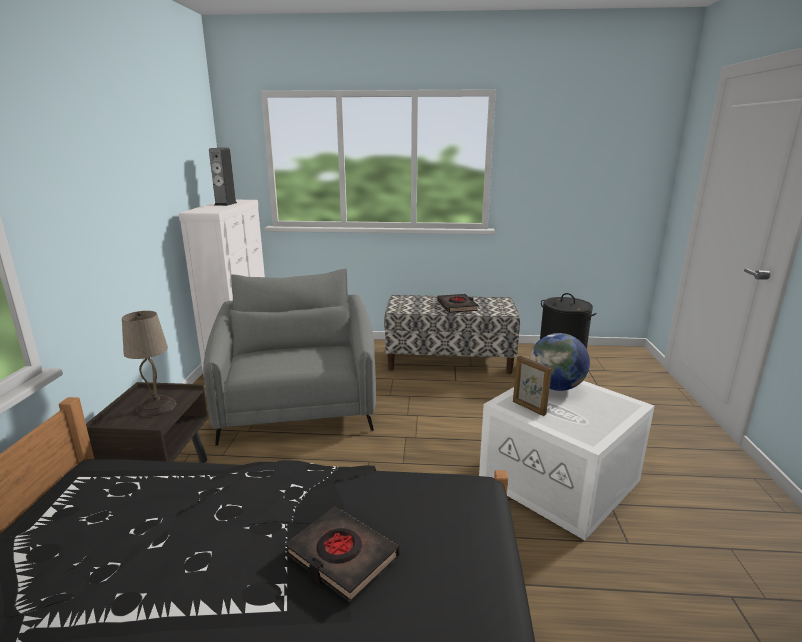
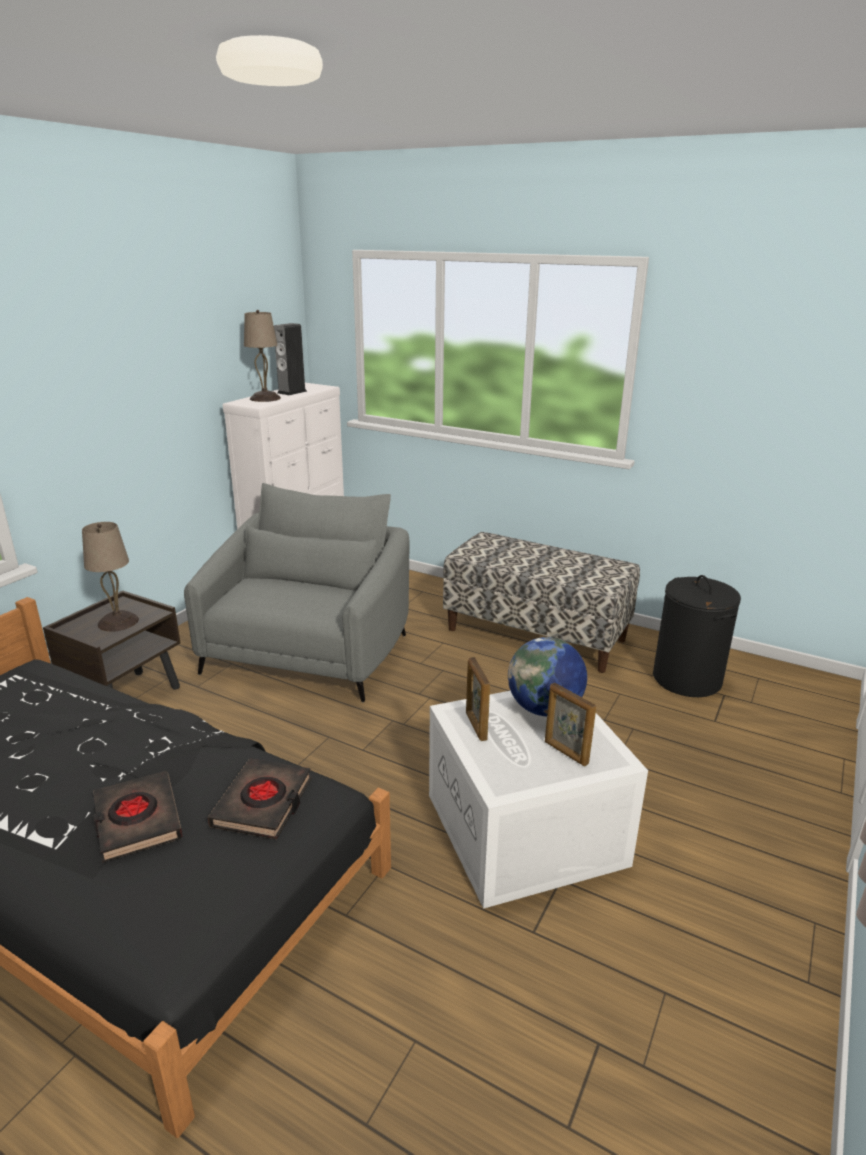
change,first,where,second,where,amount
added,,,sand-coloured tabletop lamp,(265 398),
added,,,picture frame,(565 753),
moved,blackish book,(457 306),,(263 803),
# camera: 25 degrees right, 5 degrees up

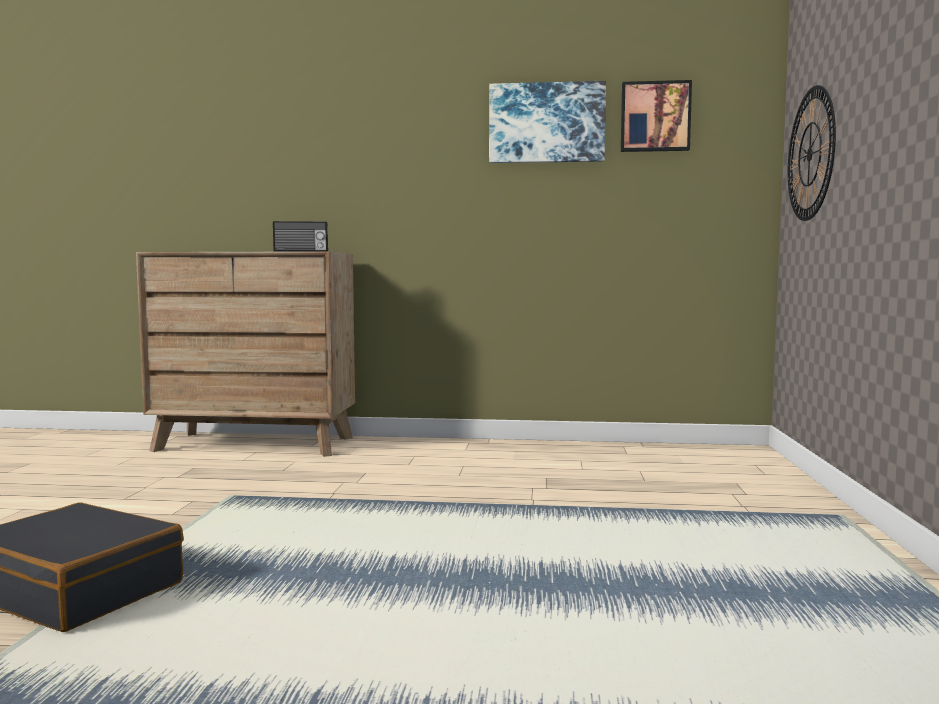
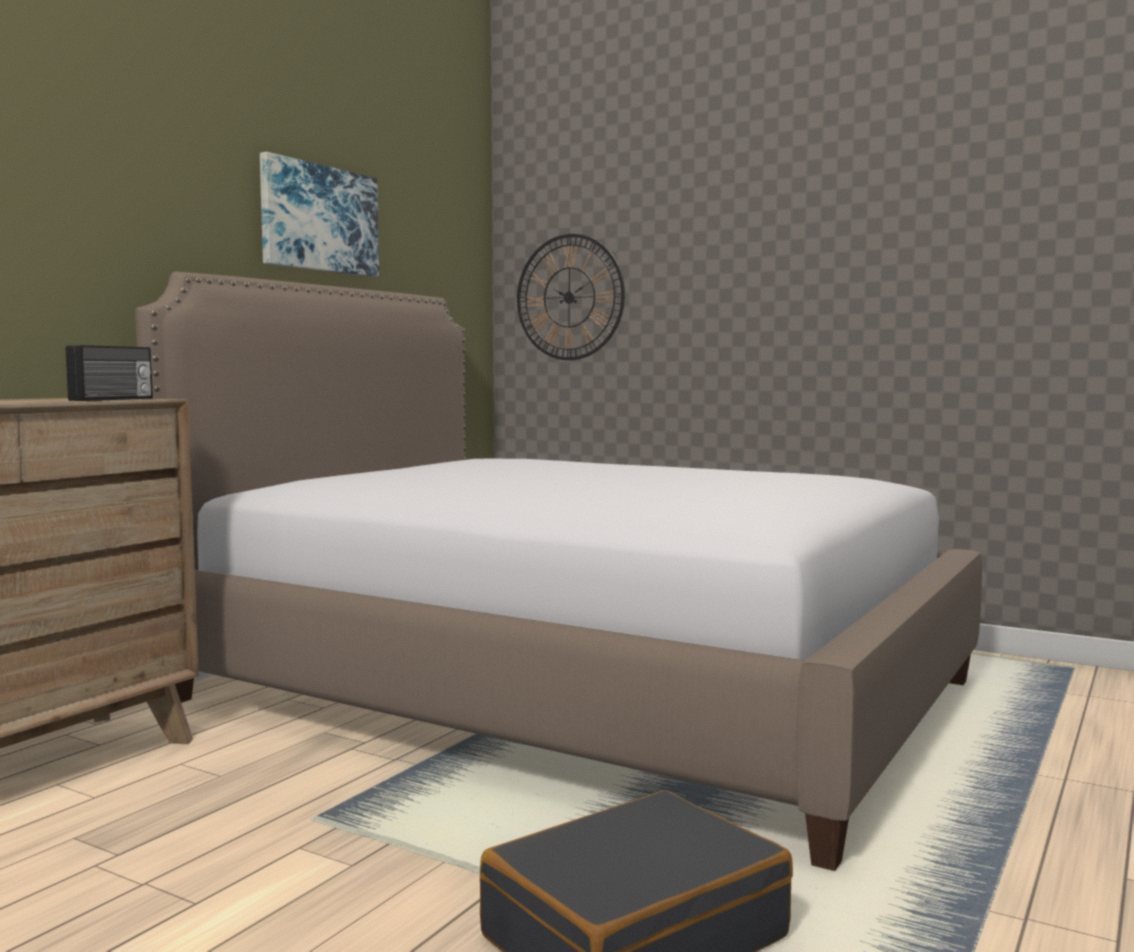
change,first,where,second,where,amount
removed,wall picture,(655 117),,,
added,,,bed,(574 691),
# camera: 65 degrees left, 0 degrees up

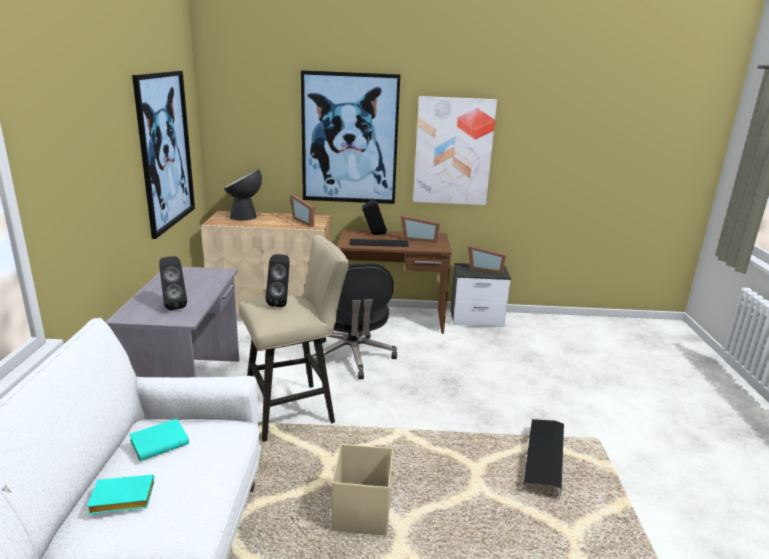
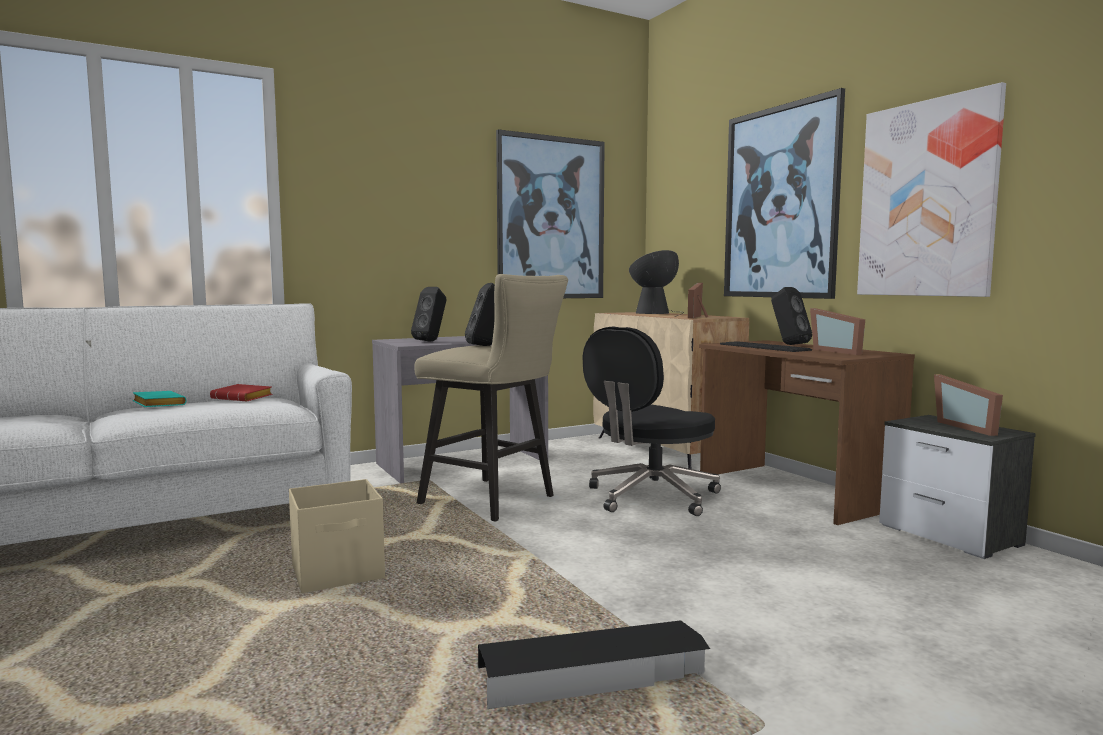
change,first,where,second,where,amount
recoloured,blue-green book,(161 442),reddish book,(244 398),
# camera: 60 degrees right, 15 degrees down

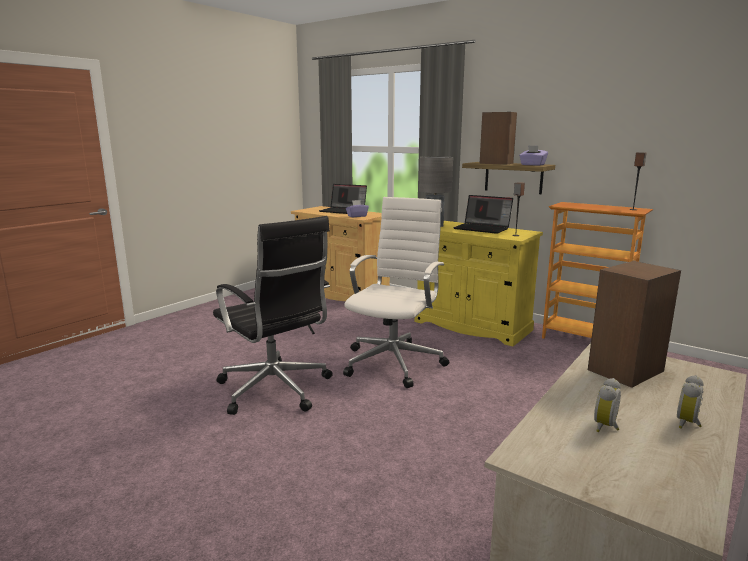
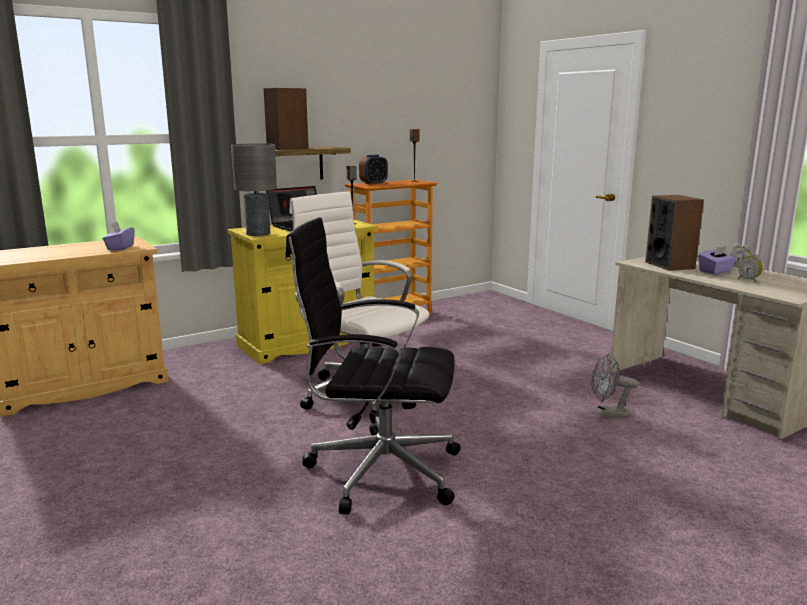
change,first,where,second,where,amount
removed,portable computer,(344 211),,,
added,,,bedside clock,(373 183),
added,,,greyish electric fan,(608 414),
moved,purplish tissue box,(532 165),,(715 271),
turned,blackish desk chair,(276 390),,(379 471),150 degrees counterclockwise
# camera: 70 degrees left, 0 degrees up

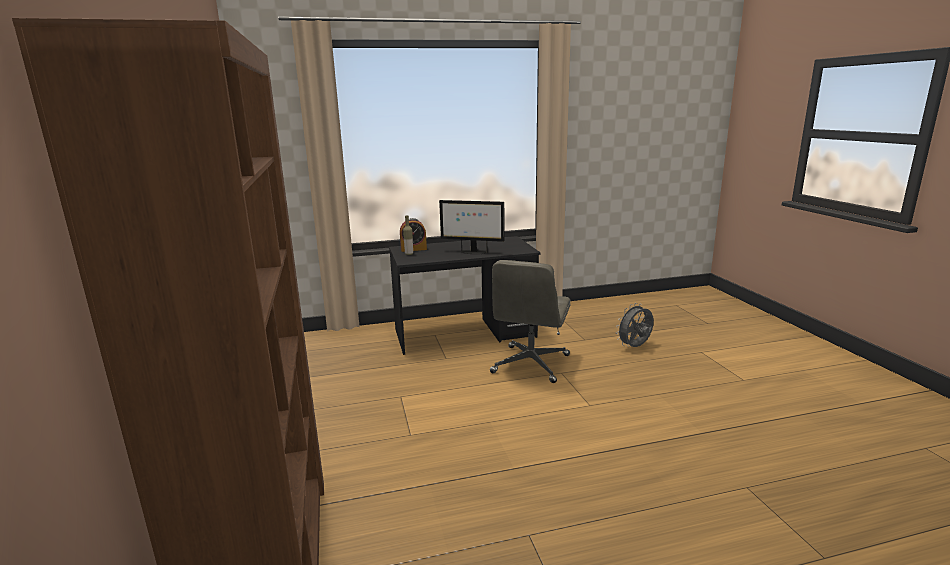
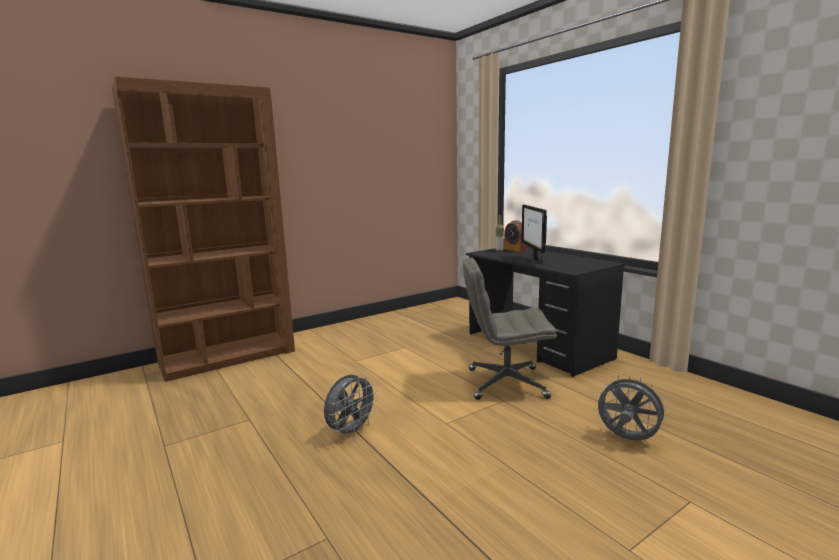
change,first,where,second,where,amount
added,,,greyish electric fan,(351 432),
# camera: 70 degrees right, 5 degrees down

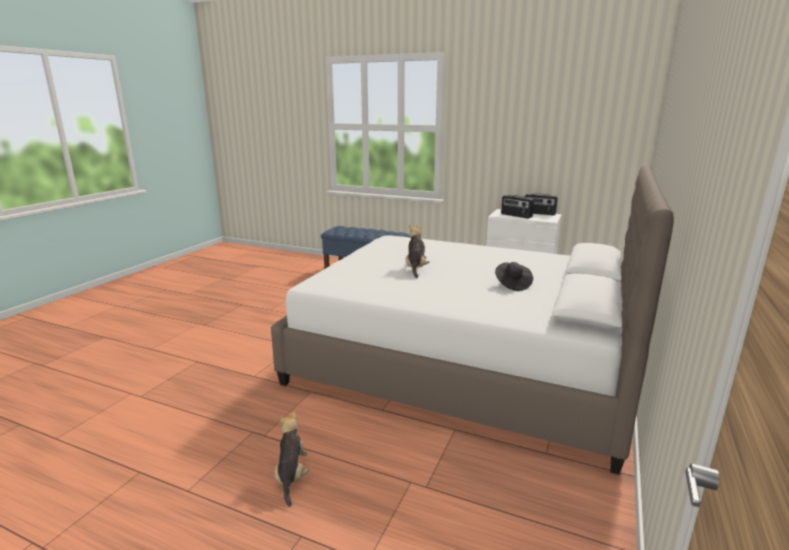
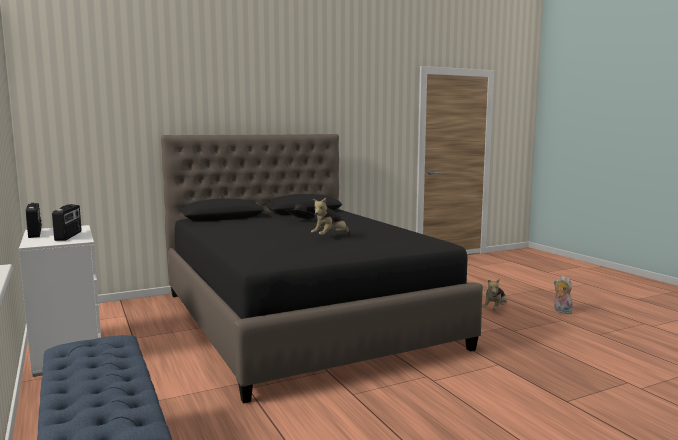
change,first,where,second,where,amount
added,,,soft toy,(561 311),
recoloured,whitish bed,(463 362),blackish bed,(303 319),
# camera: 140 degrees left, 10 degrees down

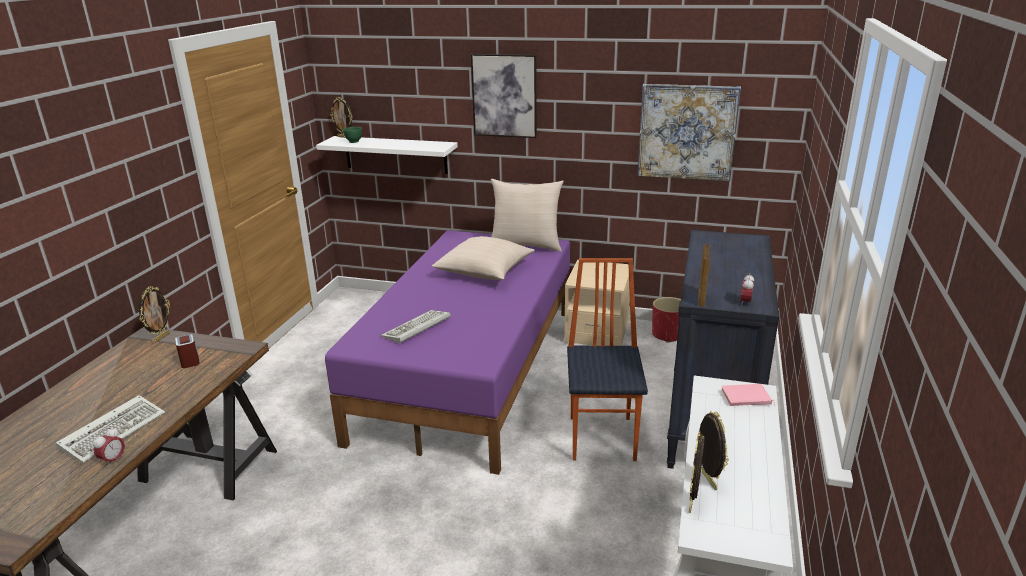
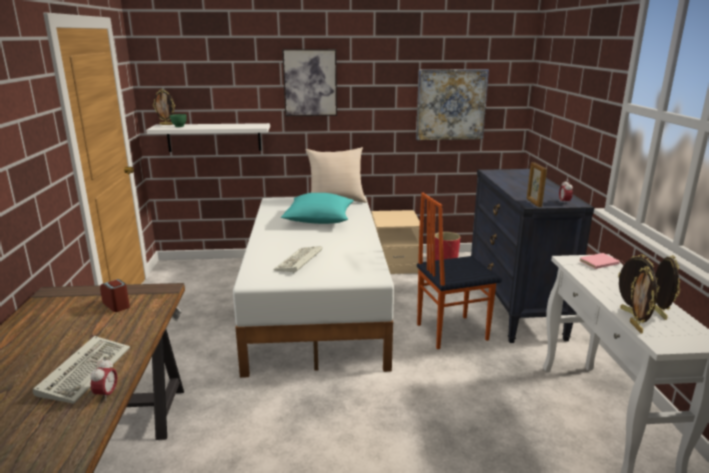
change,first,where,second,where,amount
moved,picture frame,(161 338),,(659 314),
recoloured,purplish bed,(472 370),whitish bed,(317 303),
recoloured,sand-coloured pillow,(484 271),blue-green pillow,(319 220),
turned,chair,(603 437),,(450 331),90 degrees counterclockwise
# camera: 20 degrees left, 5 degrees down

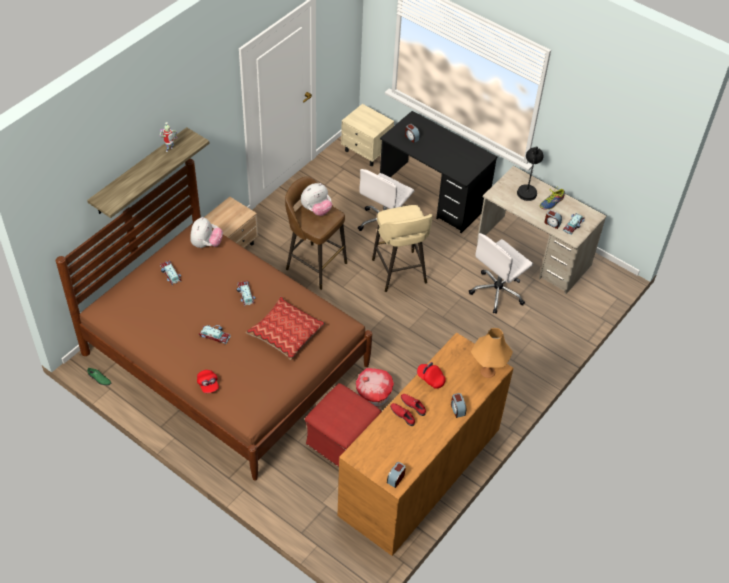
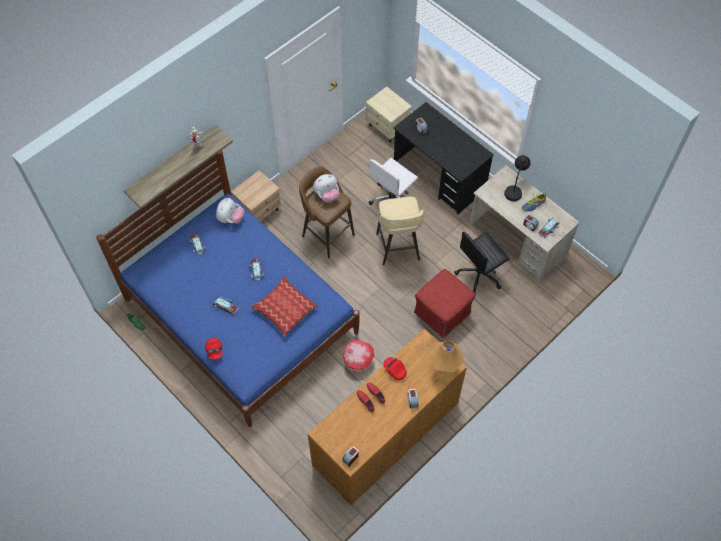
change,first,where,second,where,amount
moved,reddish ottoman,(342 440),,(442 312),
recoloured,brown-coloured bed,(226 359),bluish bed,(241 315),
recoloured,whitish desk chair,(497 292),blackish desk chair,(479 274),
# camera: 10 degrees right, 10 degrees up

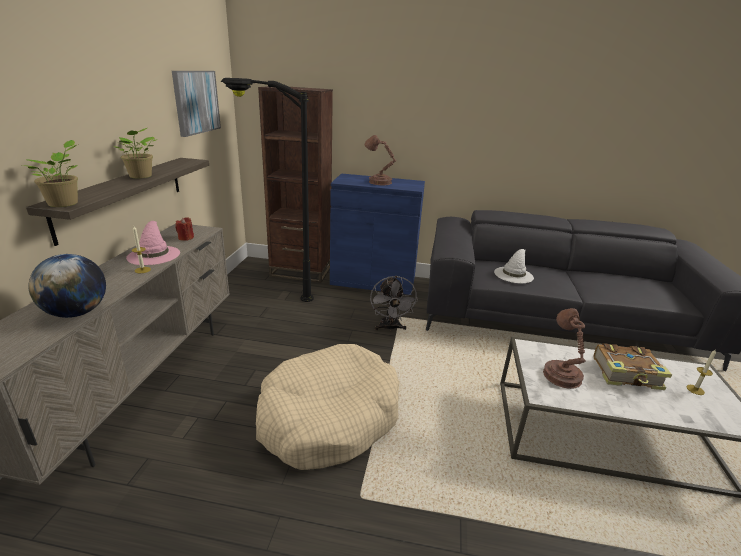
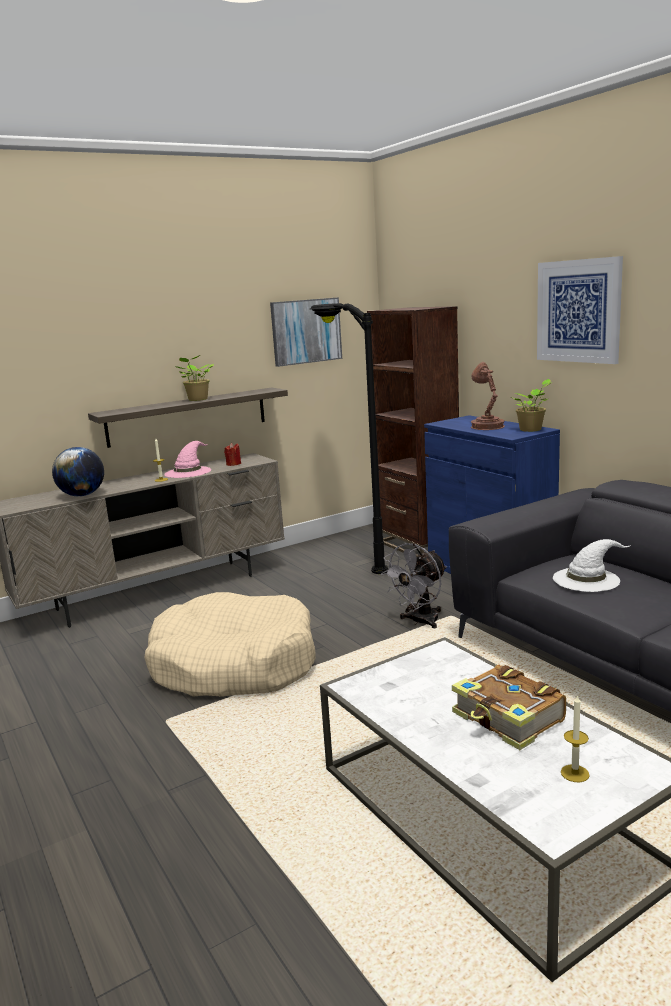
change,first,where,second,where,amount
removed,brown-coloured tabletop lamp,(560 374),,,
added,,,wall picture,(578 311),
moved,plant in a pot,(65 204),,(532 430),
# camera: 50 degrees right, 10 degrees down

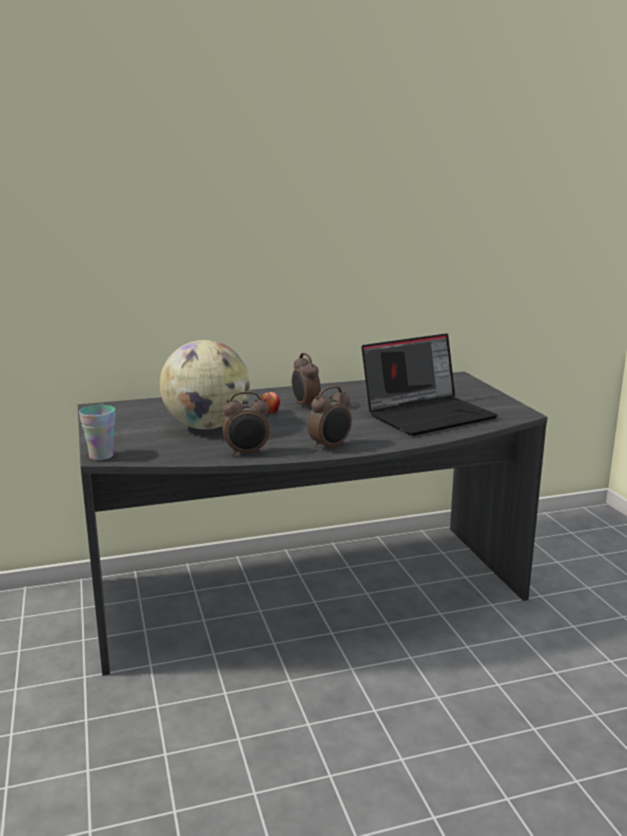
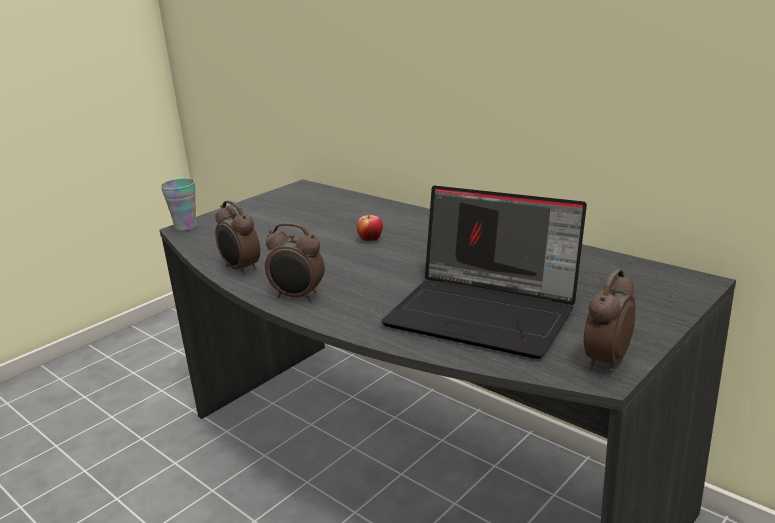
change,first,where,second,where,amount
removed,globe,(207 426),,,
moved,bedside clock,(305 406),,(605 361),
# camera: 60 degrees right, 5 degrees up

